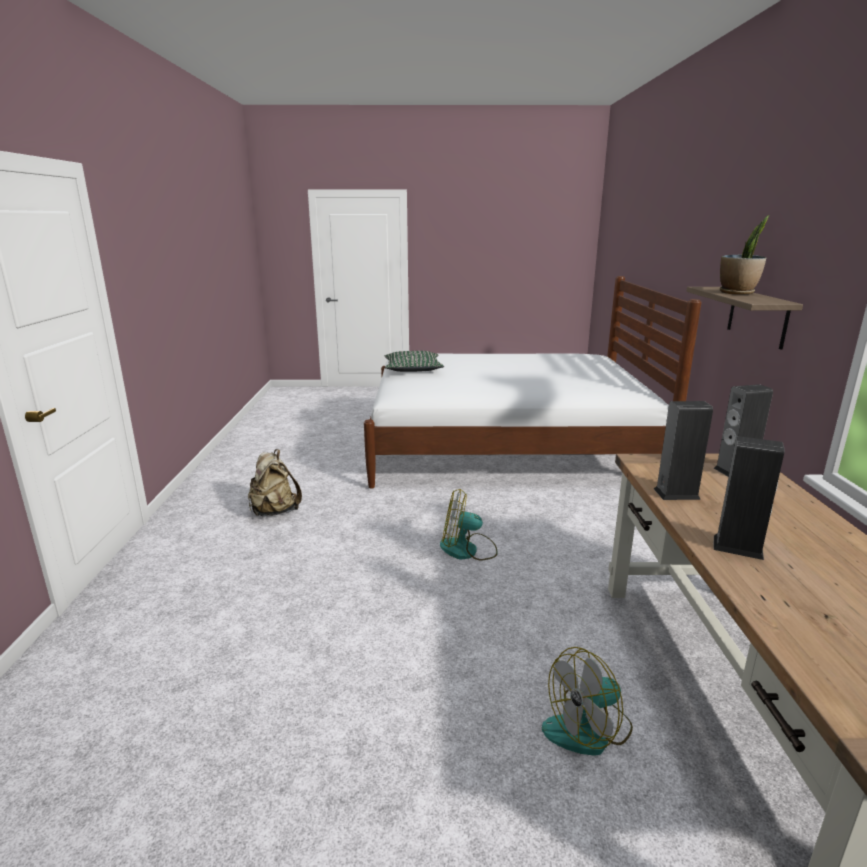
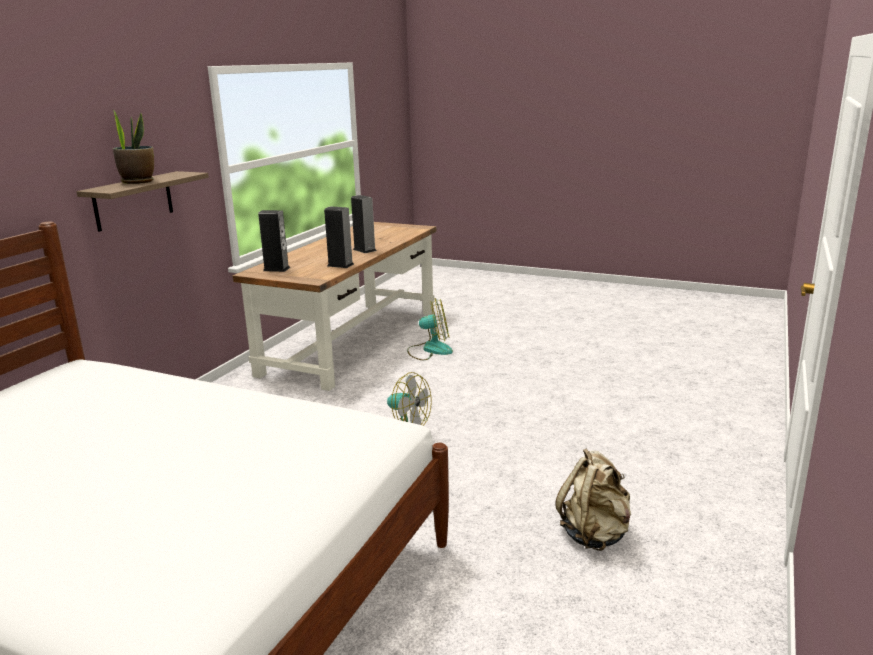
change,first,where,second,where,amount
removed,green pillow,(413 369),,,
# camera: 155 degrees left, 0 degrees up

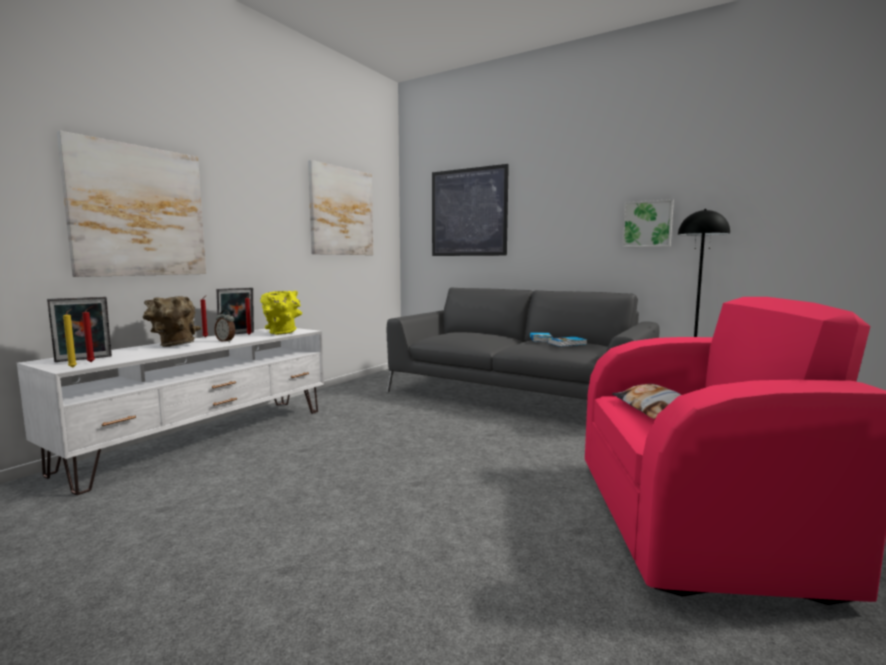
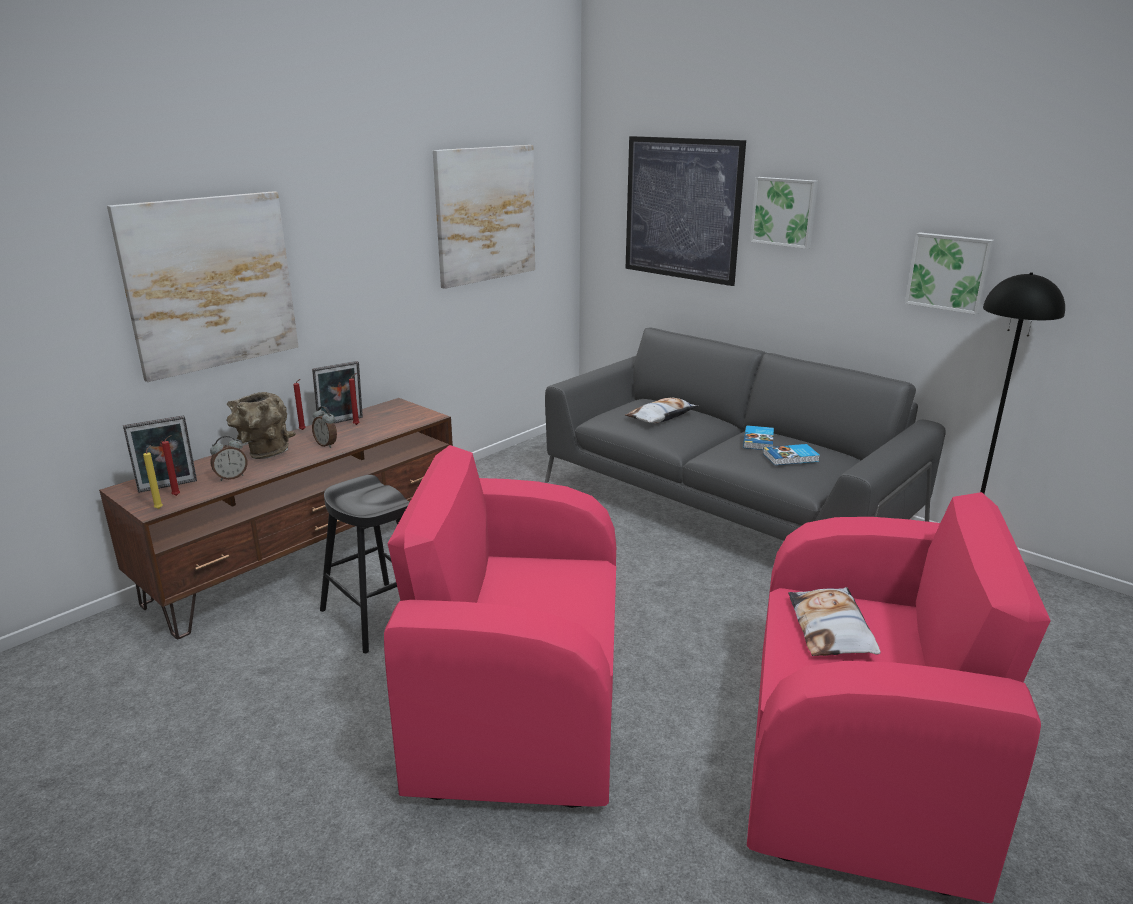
change,first,where,second,where,amount
removed,yellowish decorative vase,(282 333),,,
added,,,bedside clock,(231 477),
added,,,blackish sitting stool,(377 616),
added,,,pinkish armchair,(518 702),
added,,,pillow,(661 417),
added,,,wall picture,(784 212),
recoloured,whitish media console,(206 438),brown-coloured media console,(309 557),
# camera: 10 degrees right, 15 degrees up

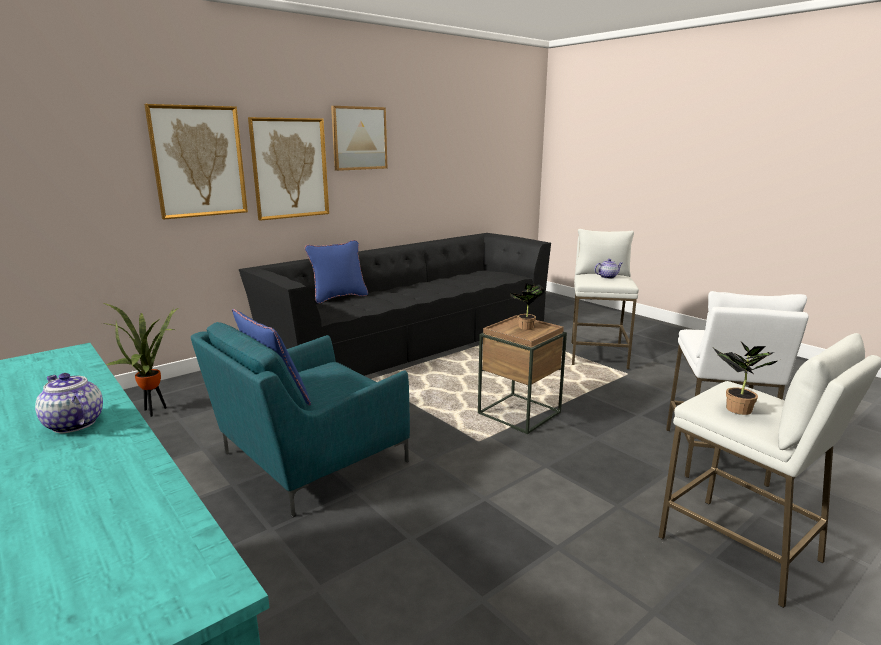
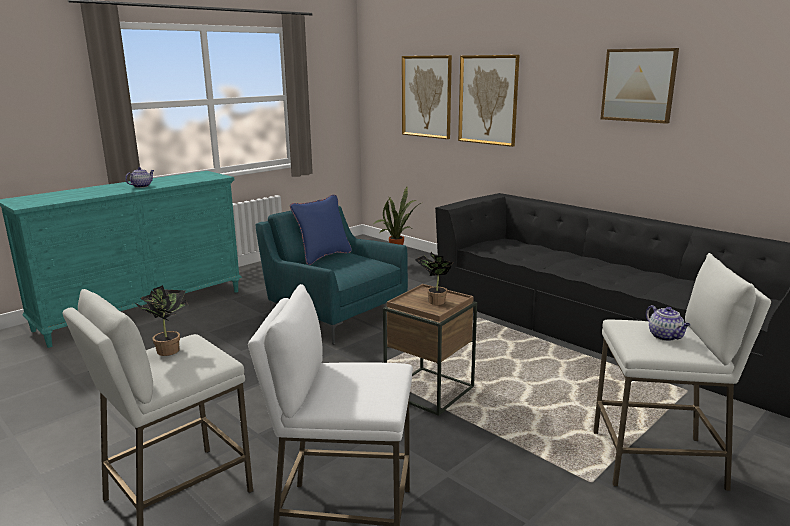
change,first,where,second,where,amount
removed,bluish pillow,(338 297),,,
moved,wall picture,(290 168),,(426 96),
# camera: 85 degrees right, 0 degrees up

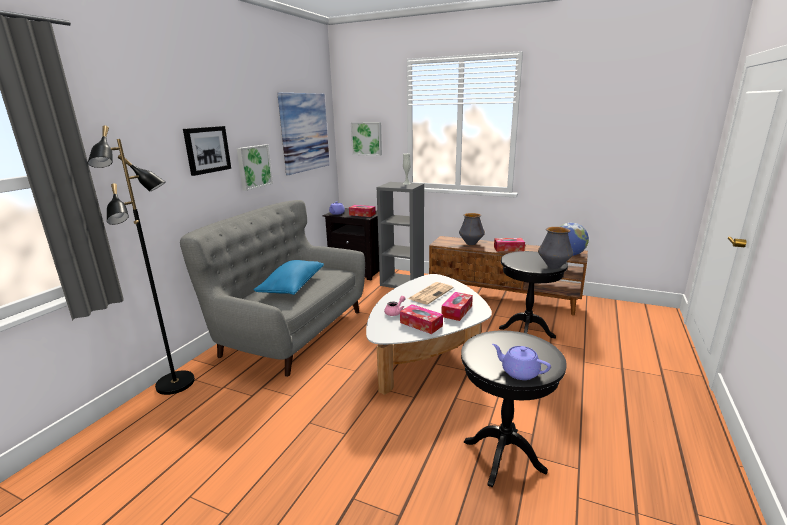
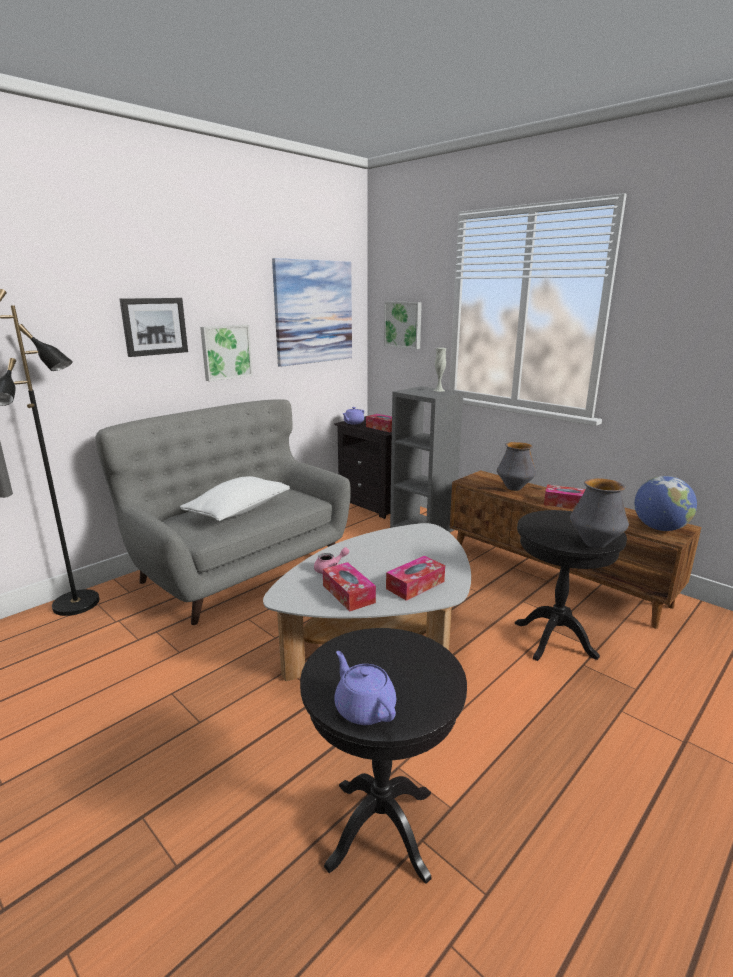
change,first,where,second,where,amount
removed,printed paper,(431 293),,,
recoloured,bluish pillow,(292 287),whitish pillow,(238 511),
# camera: 20 degrees right, 0 degrees up

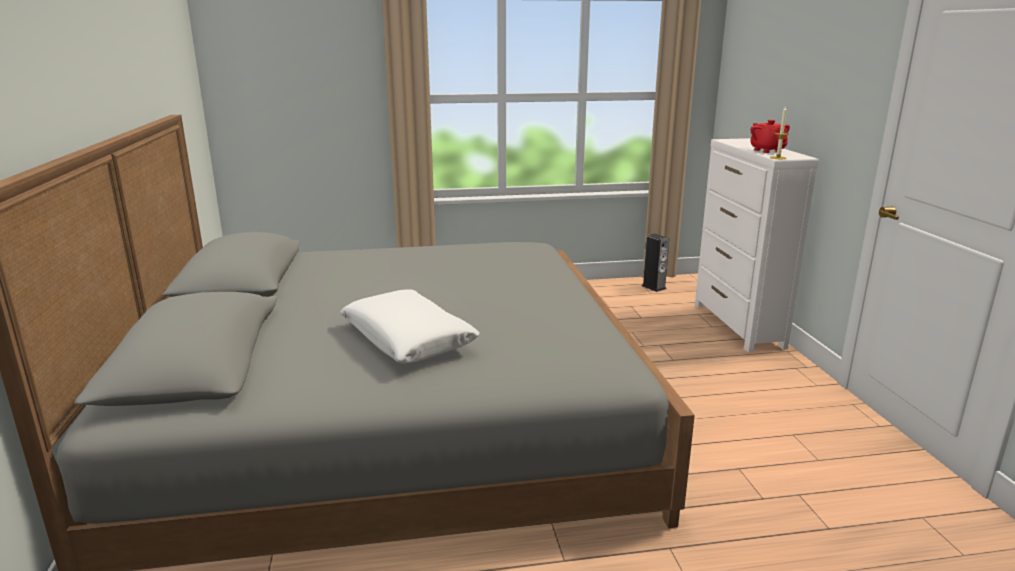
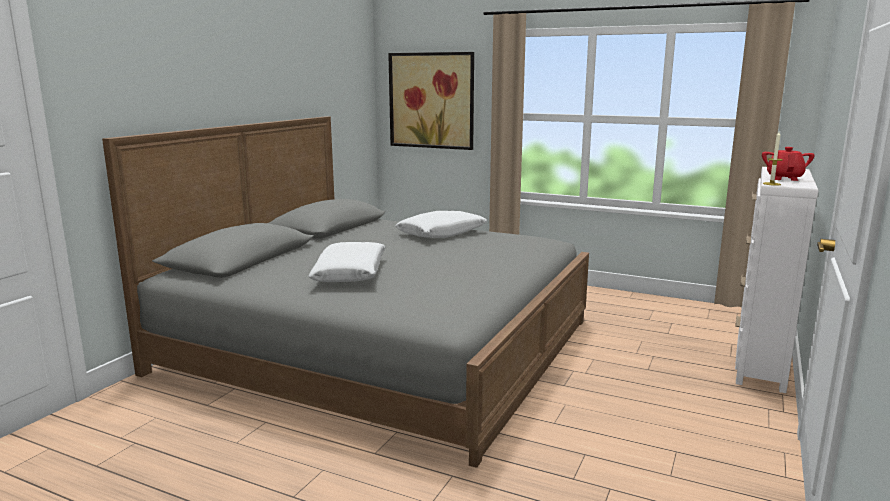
change,first,where,second,where,amount
removed,loudspeaker,(654 287),,,
added,,,wall picture,(431 100),
added,,,whitish pillow,(442 233),
# camera: 35 degrees right, 5 degrees down

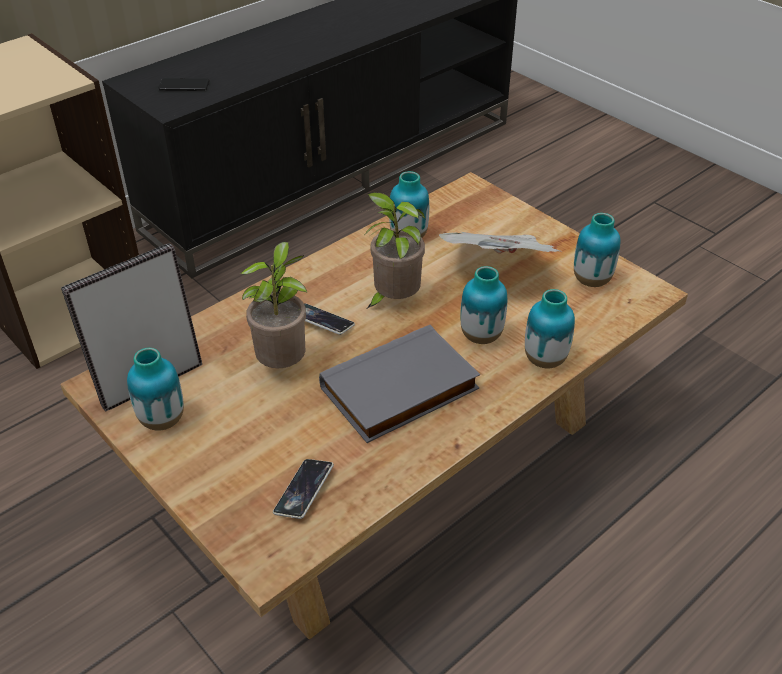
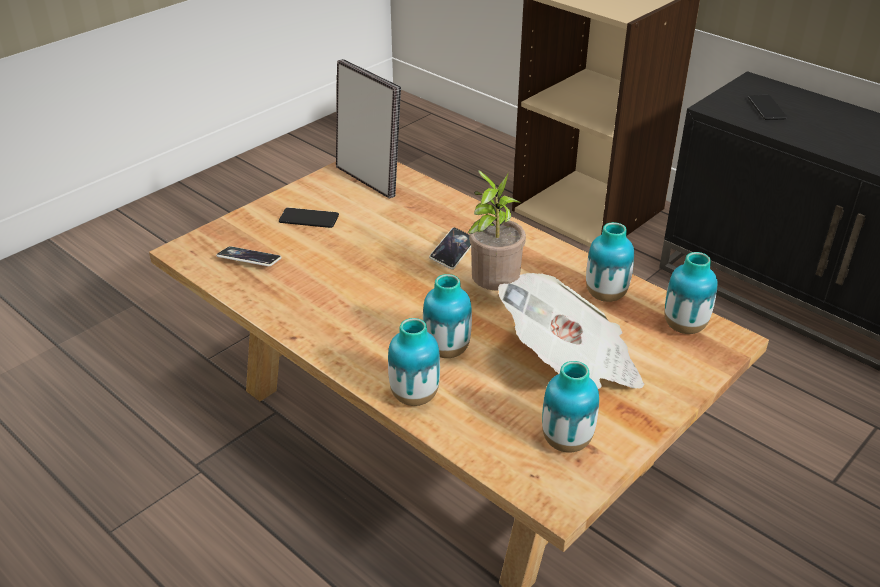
change,first,where,second,where,amount
removed,plant in a pot,(284 364),,,
removed,greyish book,(400 391),,,
added,,,handset,(309 219),
moved,decorative vase,(162 420),,(684 327),
# camera: 85 degrees right, 5 degrees down

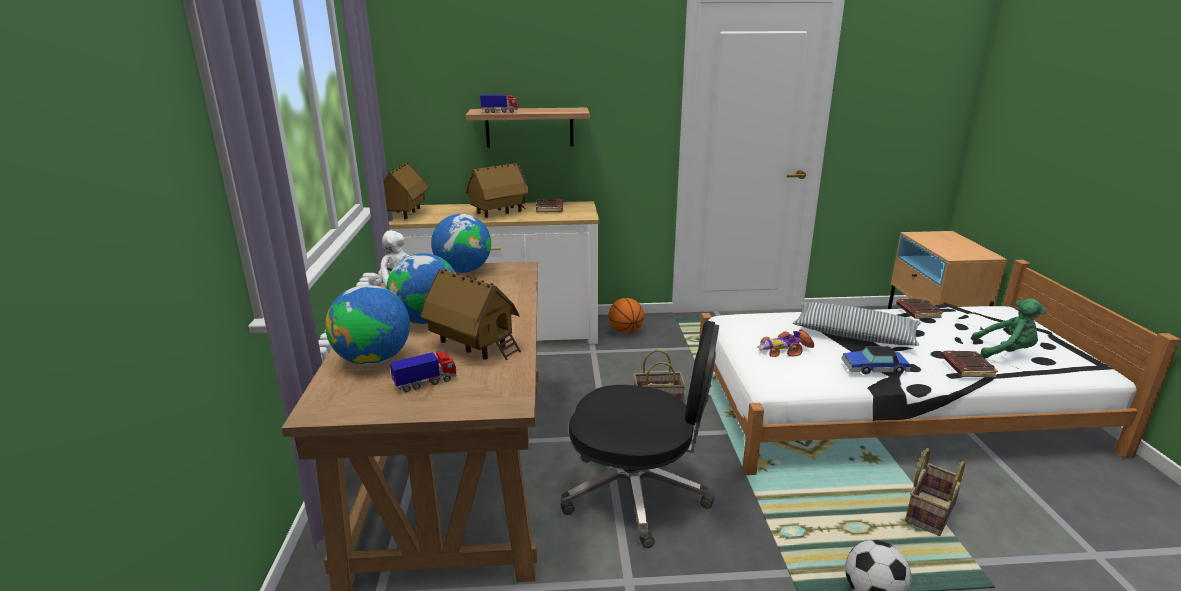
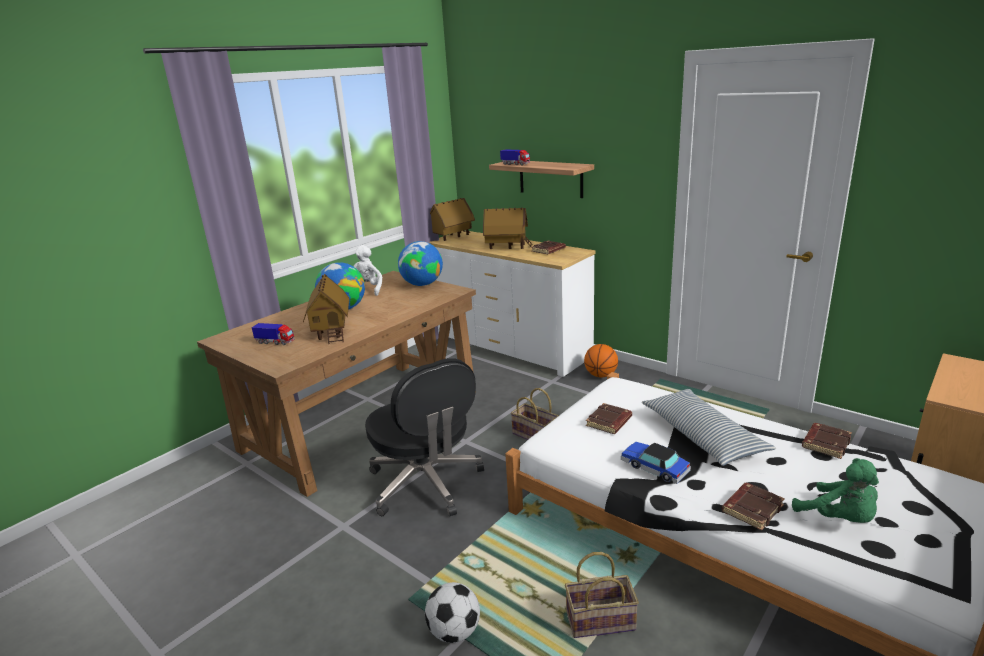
change,first,where,second,where,amount
removed,globe,(374 360),,,
replaced,toy car,(784 350),brown-coloured book,(609 422),
# camera: 45 degrees right, 0 degrees up

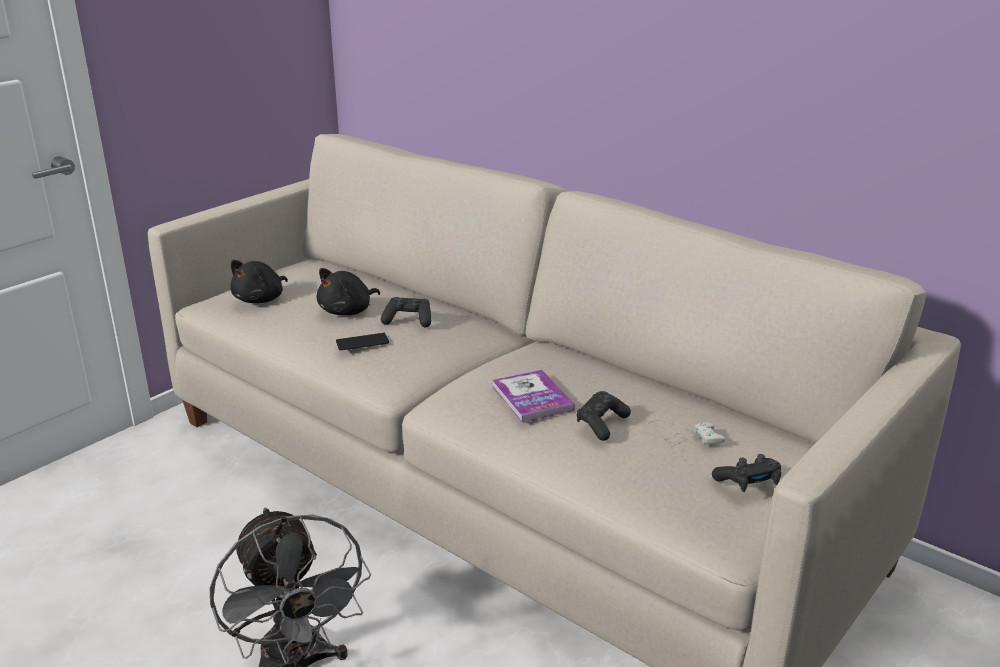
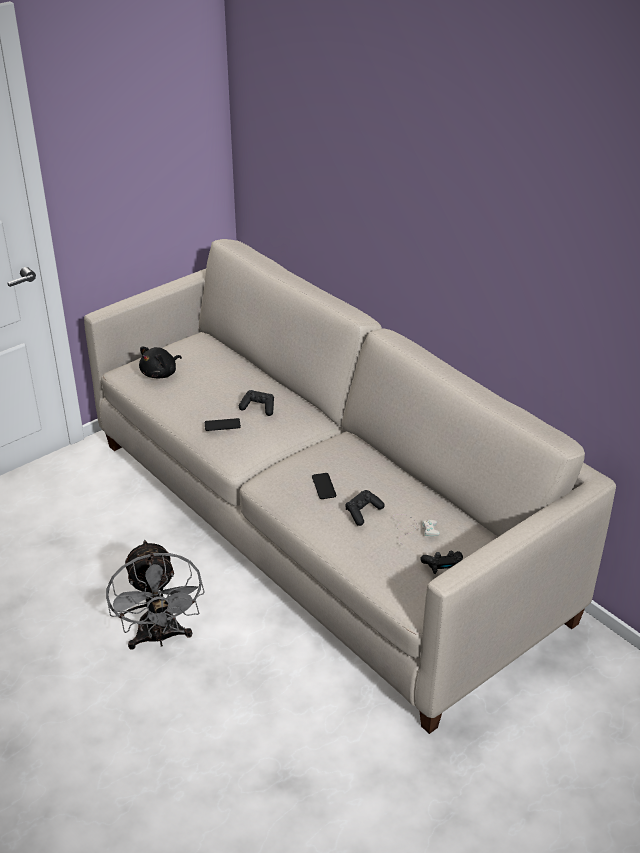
change,first,where,second,where,amount
removed,blackish soft toy,(348 311),,,
replaced,book,(532 398),handset,(324 486),
# camera: 10 degrees right, 10 degrees up

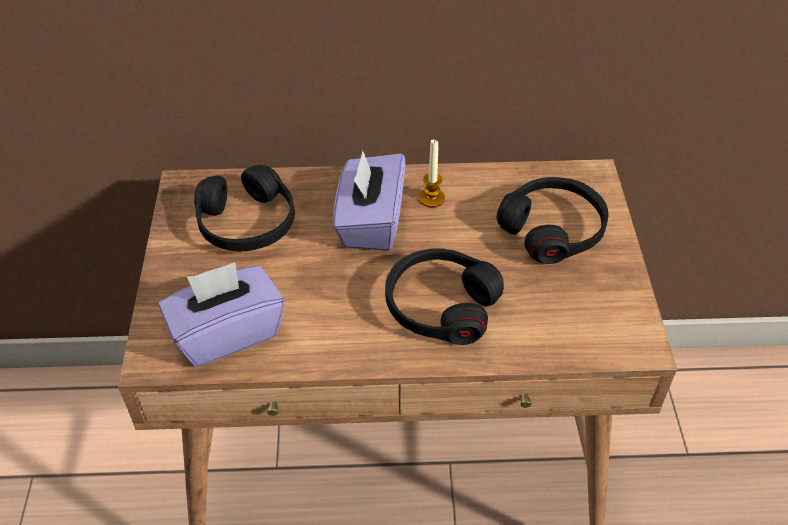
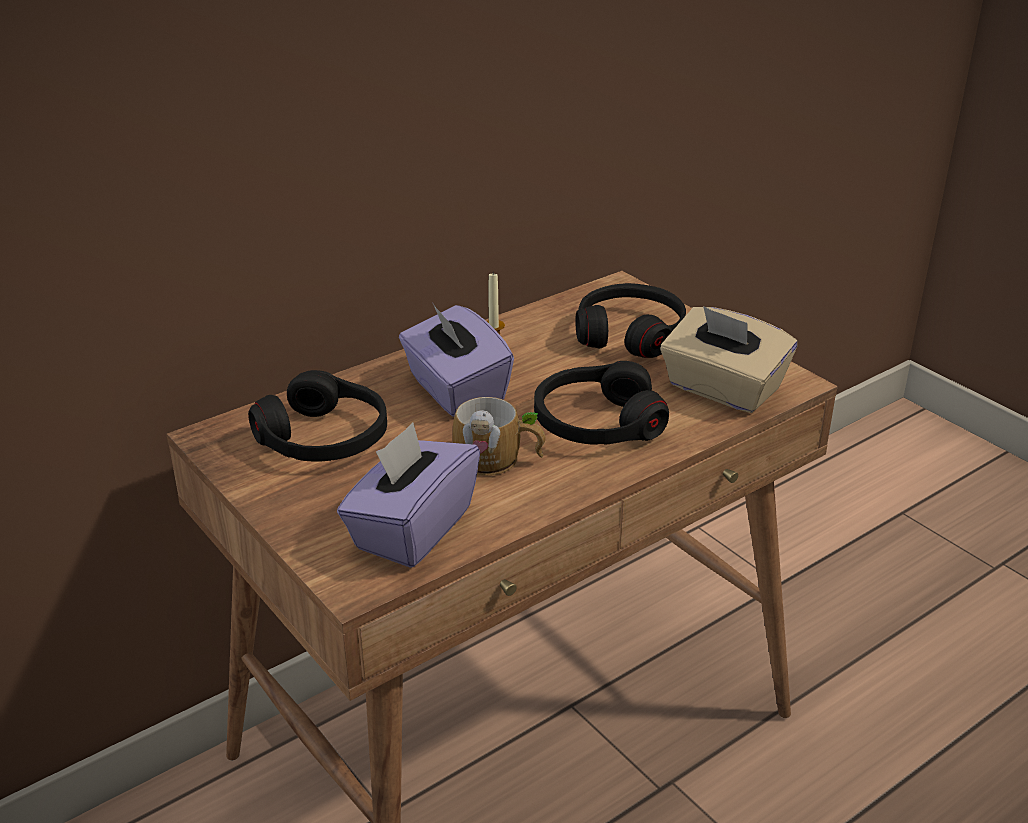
change,first,where,second,where,amount
added,,,tea mug,(499 460),
added,,,sand-coloured tissue box,(722 389),
# camera: 35 degrees left, 15 degrees down

